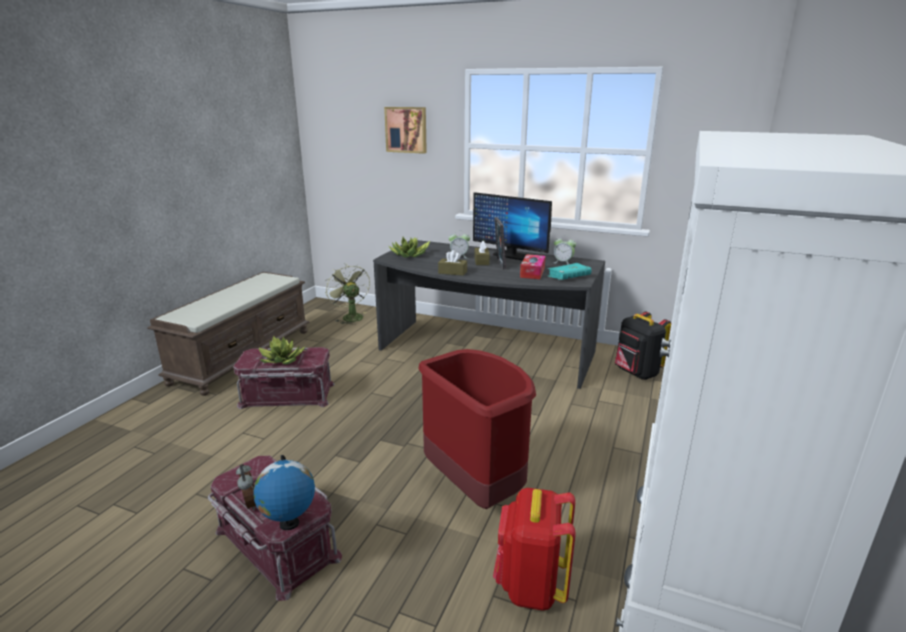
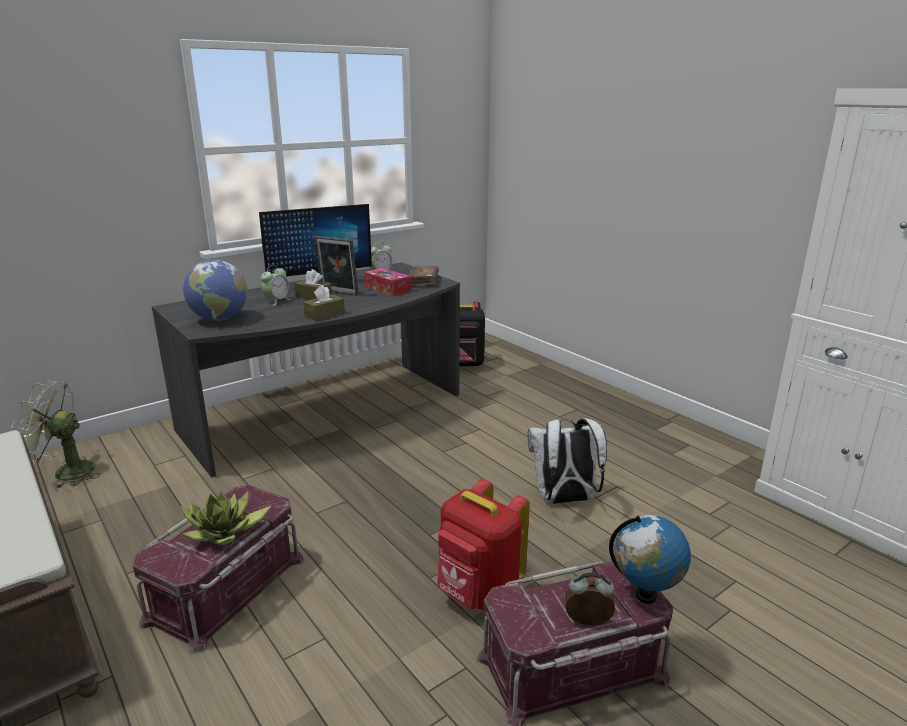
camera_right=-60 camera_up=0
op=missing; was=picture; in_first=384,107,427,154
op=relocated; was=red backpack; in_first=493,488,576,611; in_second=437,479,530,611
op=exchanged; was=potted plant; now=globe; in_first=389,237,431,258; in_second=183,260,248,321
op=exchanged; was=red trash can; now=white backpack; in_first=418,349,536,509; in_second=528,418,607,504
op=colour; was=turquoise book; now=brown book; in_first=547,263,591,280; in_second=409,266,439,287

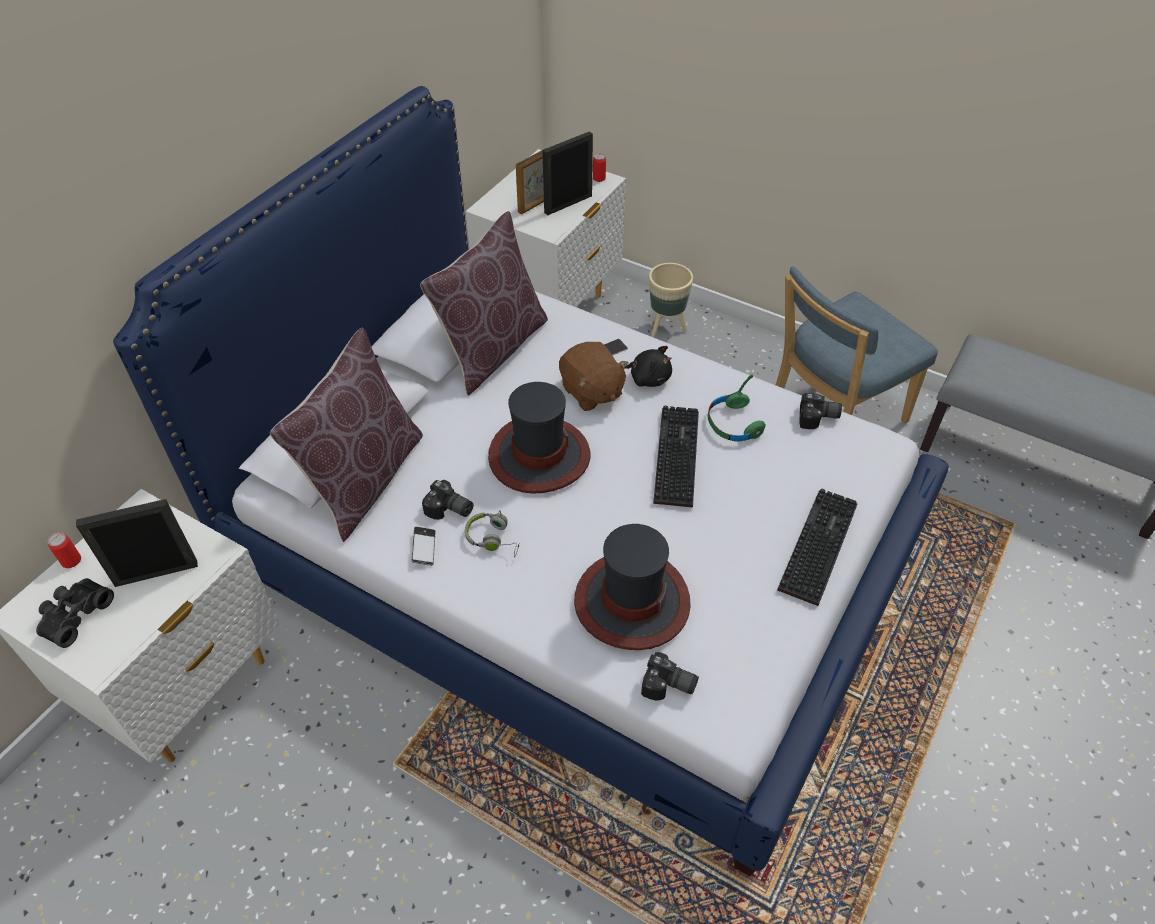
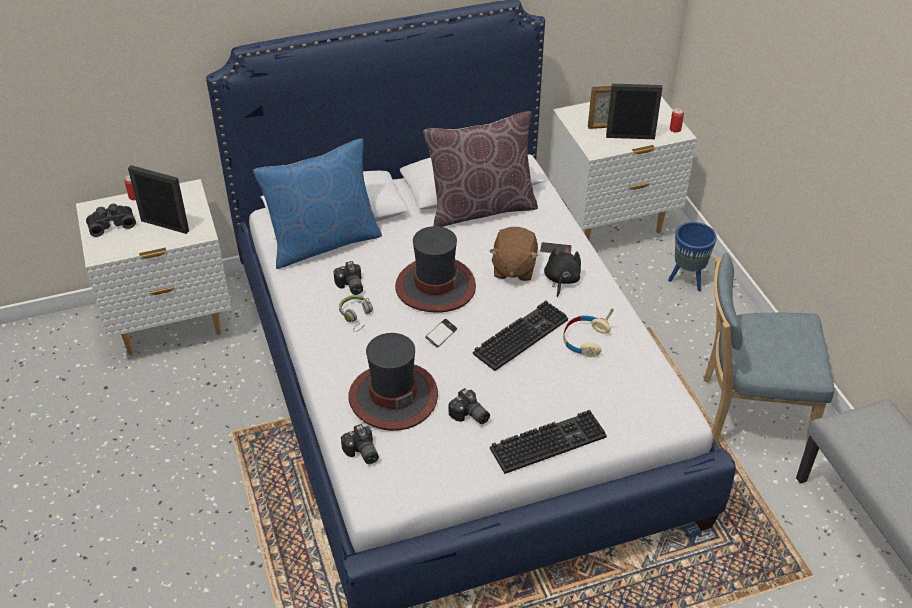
camera_right=40 camera_up=-5
op=relocated; was=phone; in_first=412,527,435,566; in_second=425,319,457,348
op=relocated; was=photo camera; in_first=799,393,842,429; in_second=449,388,490,424
op=colour; was=brown pillow; now=blue pillow; in_first=270,327,423,542; in_second=253,139,382,269
op=colour; was=beige planter; now=blue planter; in_first=649,263,693,337; in_second=668,222,717,291
op=colour; was=green headphones; now=beige headphones; in_first=708,375,766,441; in_second=563,308,614,357
op=spun; was=black plush toy; in_first=624,346,672,387; in_second=544,246,581,297; clockwise=-135

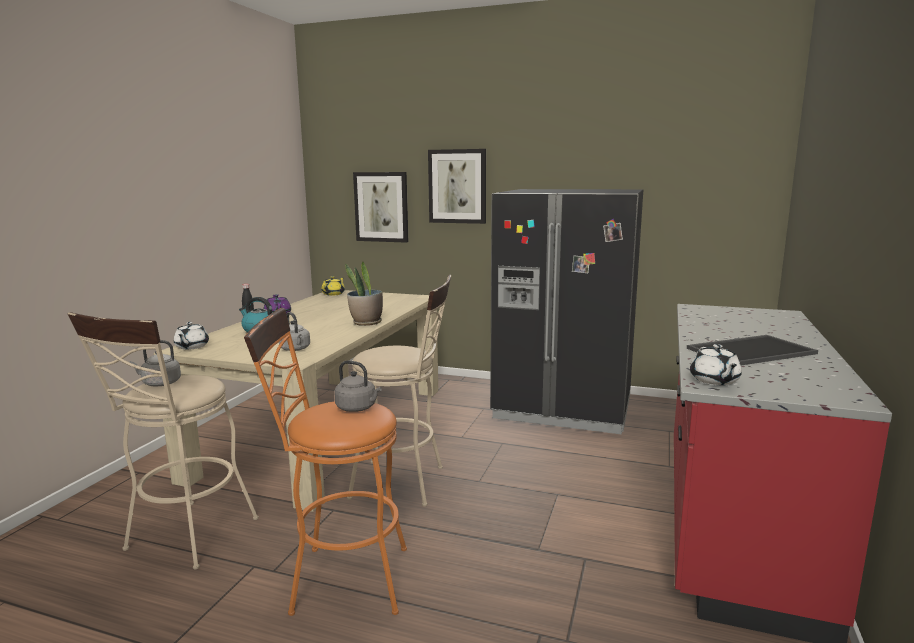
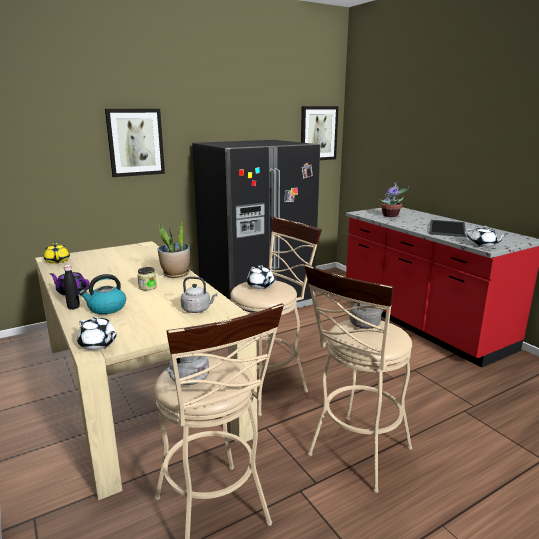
camera_right=-50 camera_up=5
op=appeared; now=jar; in_second=137,267,157,290
op=appeared; now=white teapot; in_second=247,265,274,289
op=appeared; now=potted plant; in_second=379,182,409,217
op=relocated; was=picture; in_first=353,172,408,243; in_second=301,106,339,160
op=colour; was=orange stool; now=beige stool; in_first=244,308,407,616; in_second=304,264,412,493

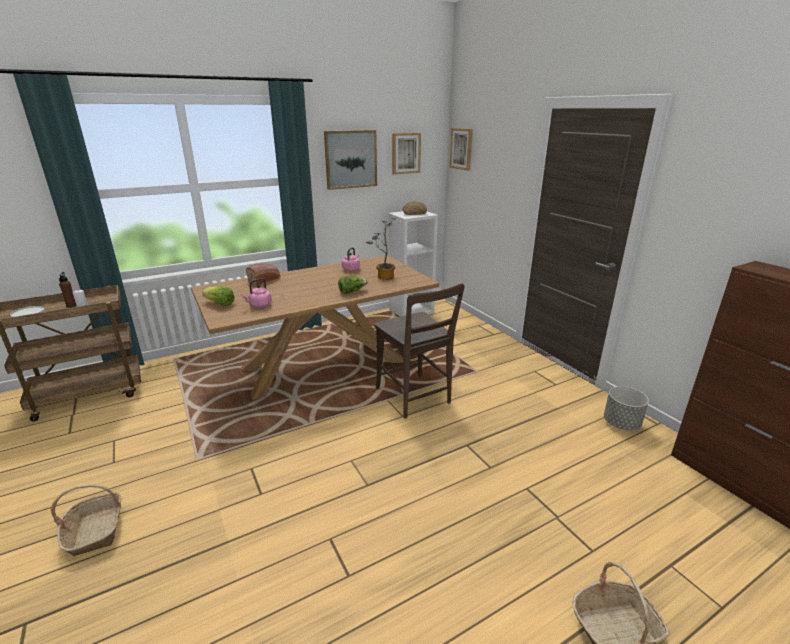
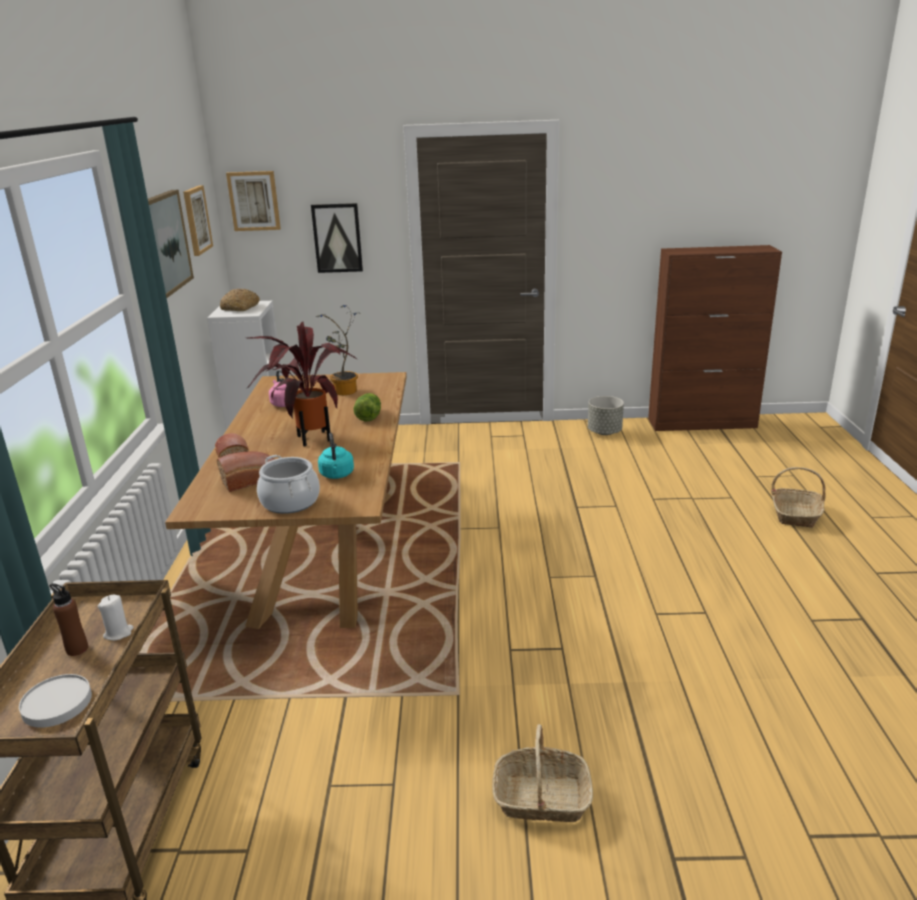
camera_right=-60 camera_up=0
op=missing; was=brown chair; in_first=374,284,465,419
op=appeared; now=bread; in_second=217,451,275,492
op=appeared; now=potted plant; in_second=247,322,358,446
op=appeared; now=picture; in_second=311,203,363,273
op=exchanged; was=lettuce; now=cooking pot; in_first=202,286,235,306; in_second=257,455,320,514
op=colour; was=pink kettle; now=turquoise kettle; in_first=241,278,272,308; in_second=318,433,354,479

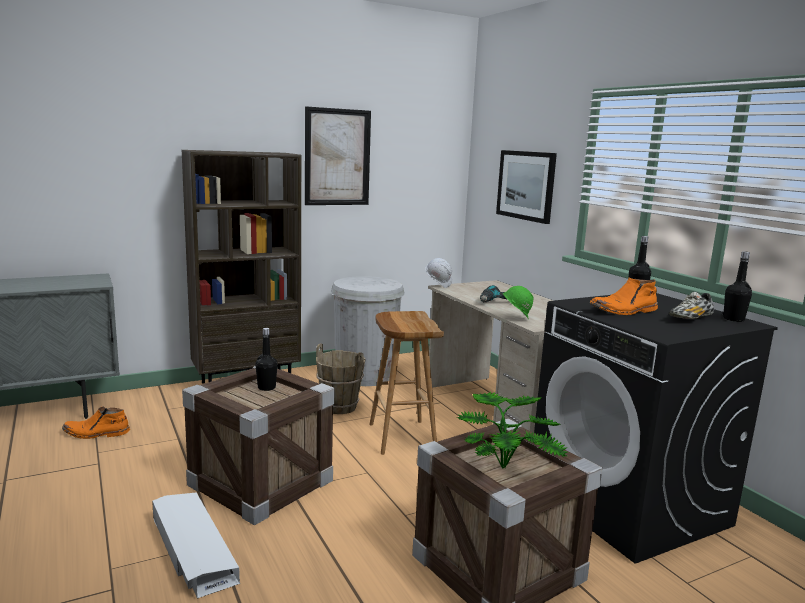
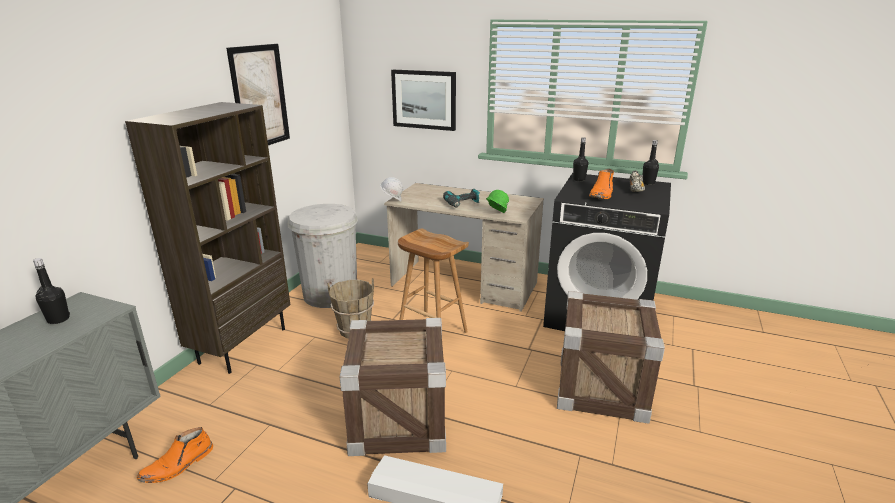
camera_right=-40 camera_up=10
op=missing; was=potted plant; in_first=457,392,568,469
op=relocated; was=black bottle; in_first=255,328,278,391; in_second=33,258,70,324

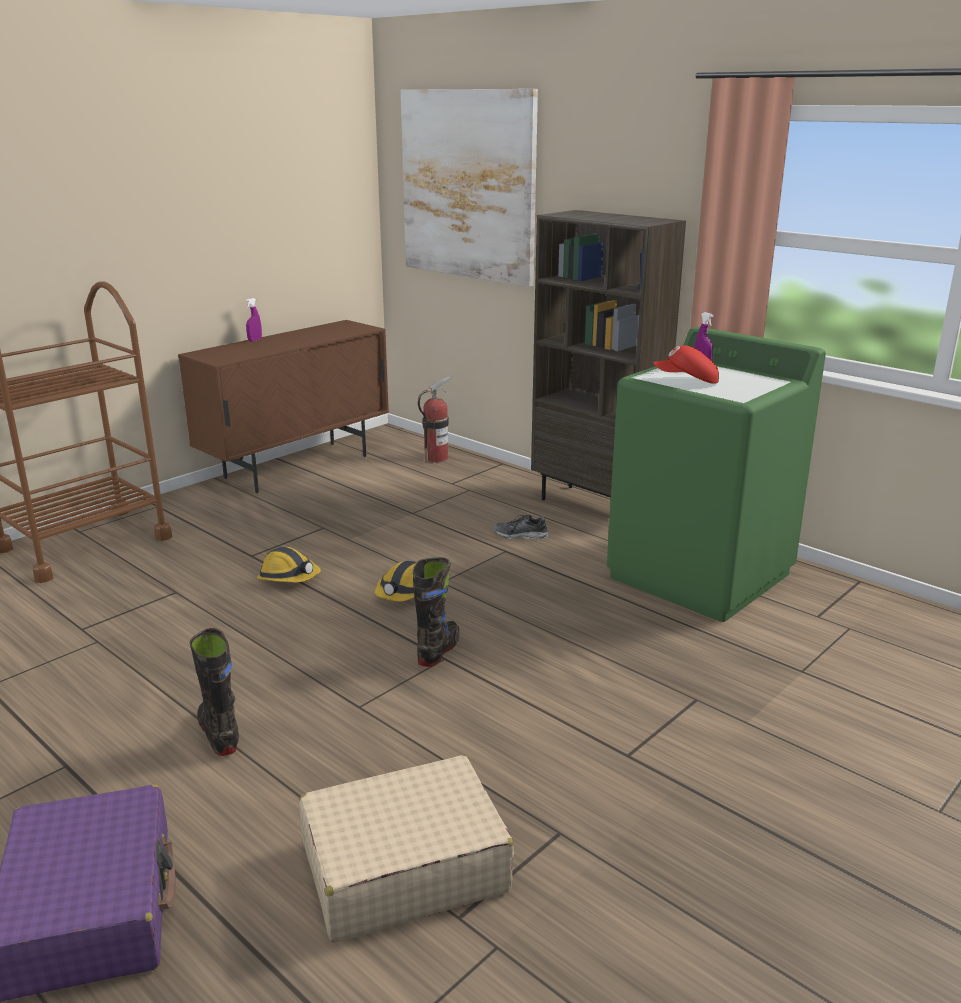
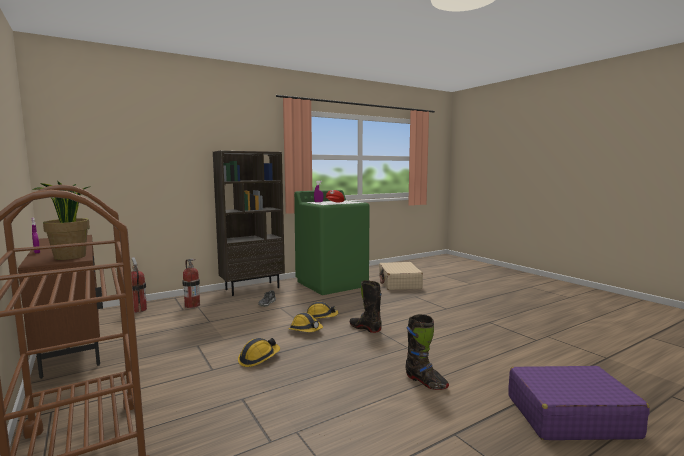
camera_right=-75 camera_up=-15
op=missing; was=picture; in_first=401,89,538,287
op=appeared; now=potted plant; in_second=32,181,91,260
op=appeared; now=fire extinguisher; in_second=182,259,200,308
op=appeared; now=hard hat; in_second=307,302,339,319
op=relocated; was=beige suitcase; in_first=299,755,514,943; in_second=379,262,423,290
op=spun; was=black boot; in_first=189,628,239,756; in_second=405,314,449,390; clockwise=-120

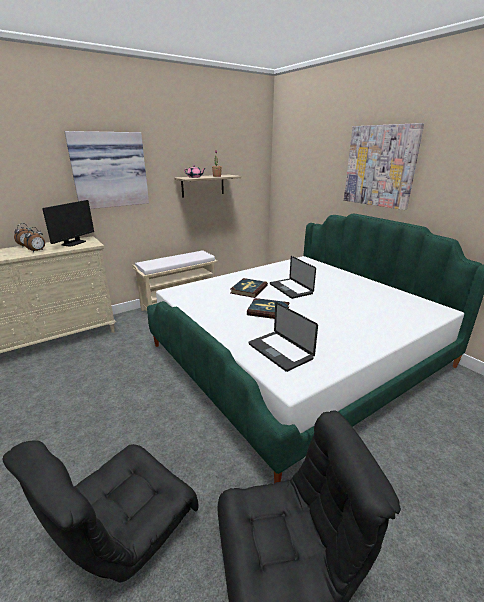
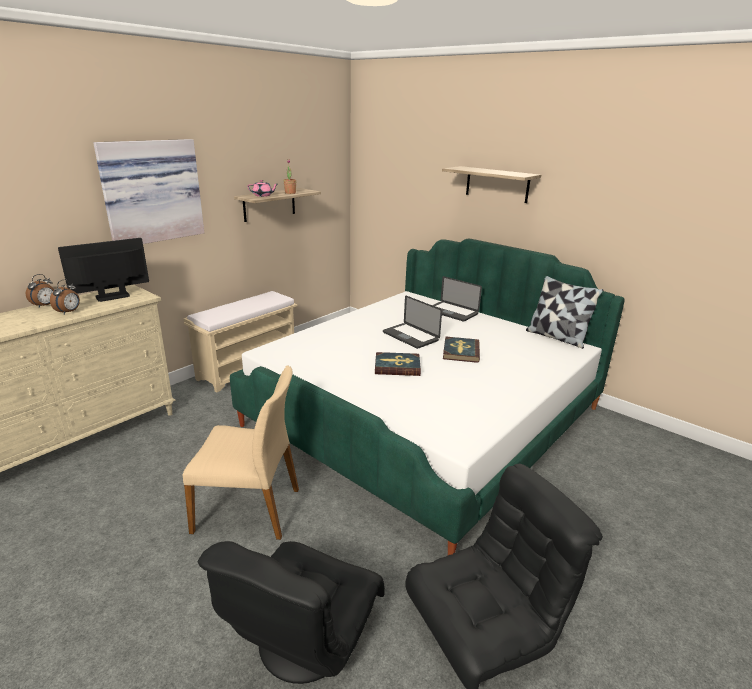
camera_right=-15 camera_up=0
op=appeared; now=beige chair; in_second=183,366,299,540
op=appeared; now=pillow; in_second=526,276,603,349
op=relocated; was=book; in_first=231,278,268,298; in_second=443,337,480,363
op=relocated; was=laptop; in_first=249,302,318,372; in_second=432,276,482,322
op=exchanged; was=picture; now=shelf; in_first=344,123,424,210; in_second=442,166,541,203
op=spun; was=monitor; in_first=42,200,94,247; in_second=58,238,149,302; clockwise=-135

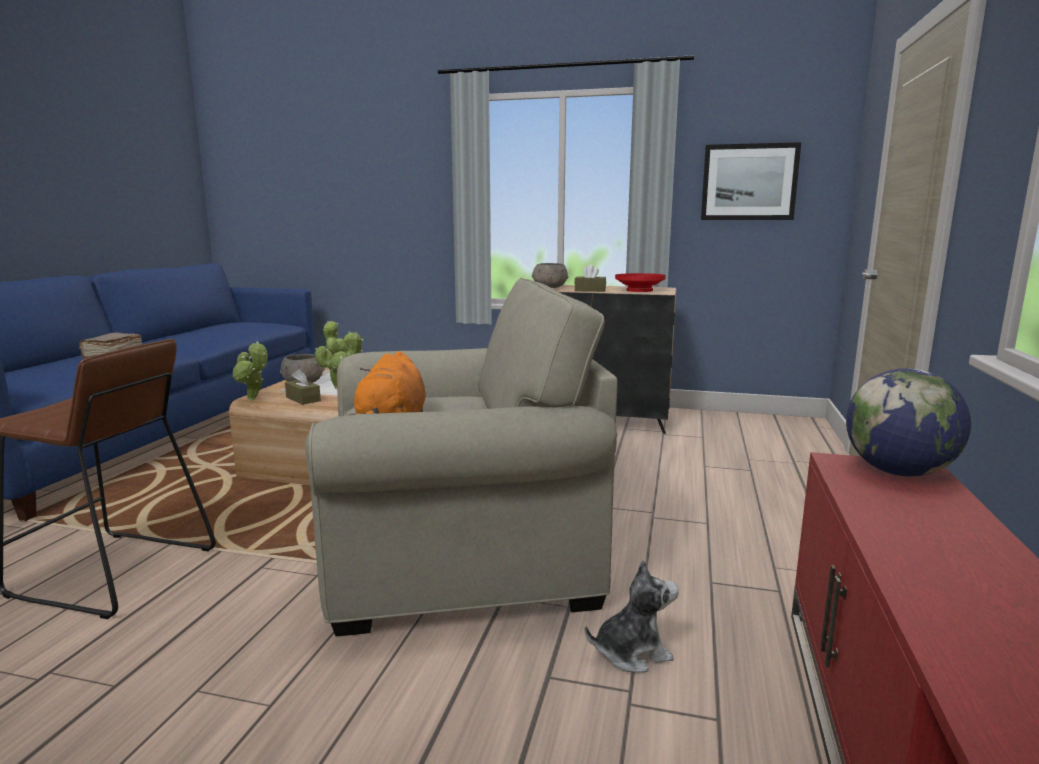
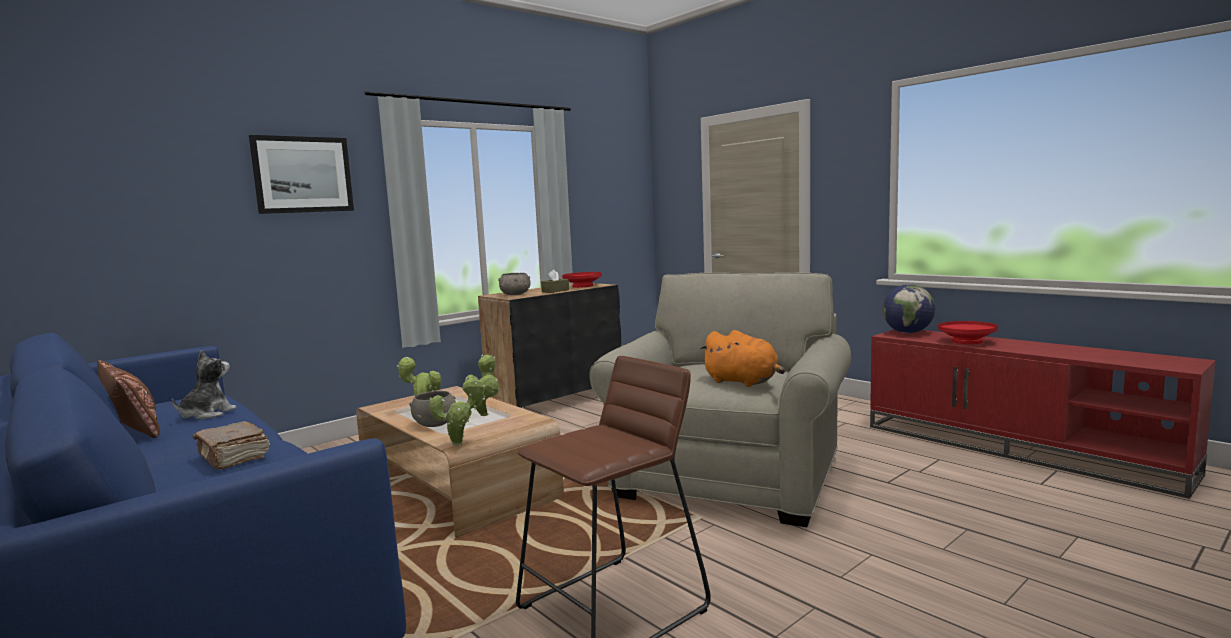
camera_right=-55 camera_up=-5
op=missing; was=brown tissue box; in_first=285,369,321,405
op=appeared; now=brown pillow; in_second=97,360,160,438
op=appeared; now=red bowl; in_second=938,321,998,344
op=relocated; was=plush toy; in_first=585,560,679,673; in_second=172,350,237,420
op=relocated; was=picture; in_first=701,142,801,220; in_second=249,135,354,214

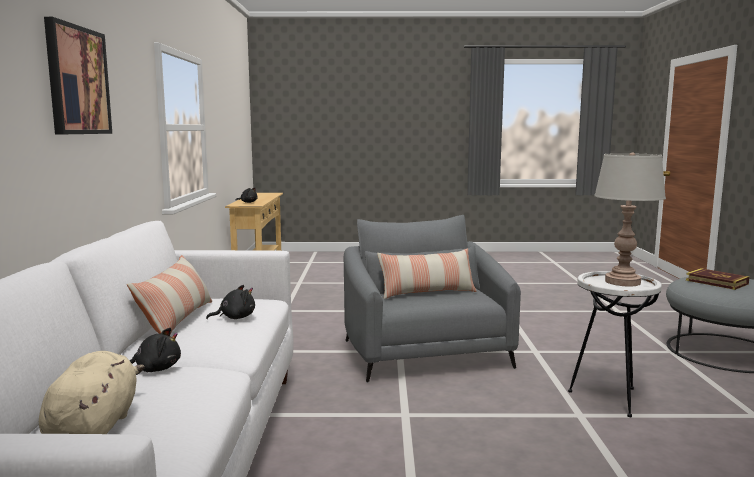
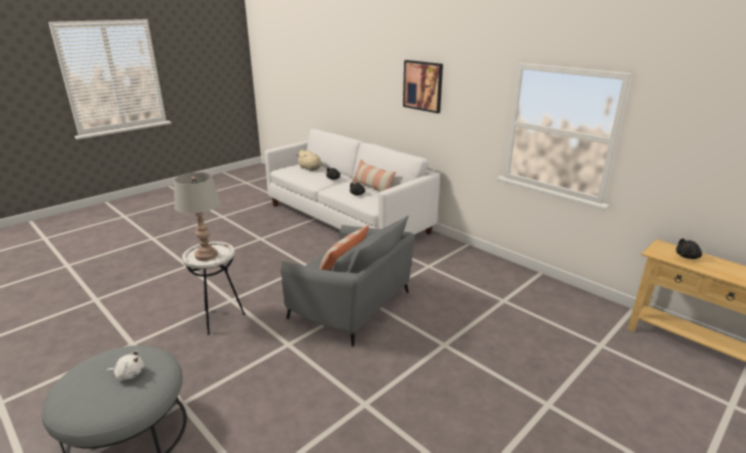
camera_right=135 camera_up=15
op=exchanged; was=book; now=white plush toy; in_first=686,268,750,290; in_second=107,351,144,381

